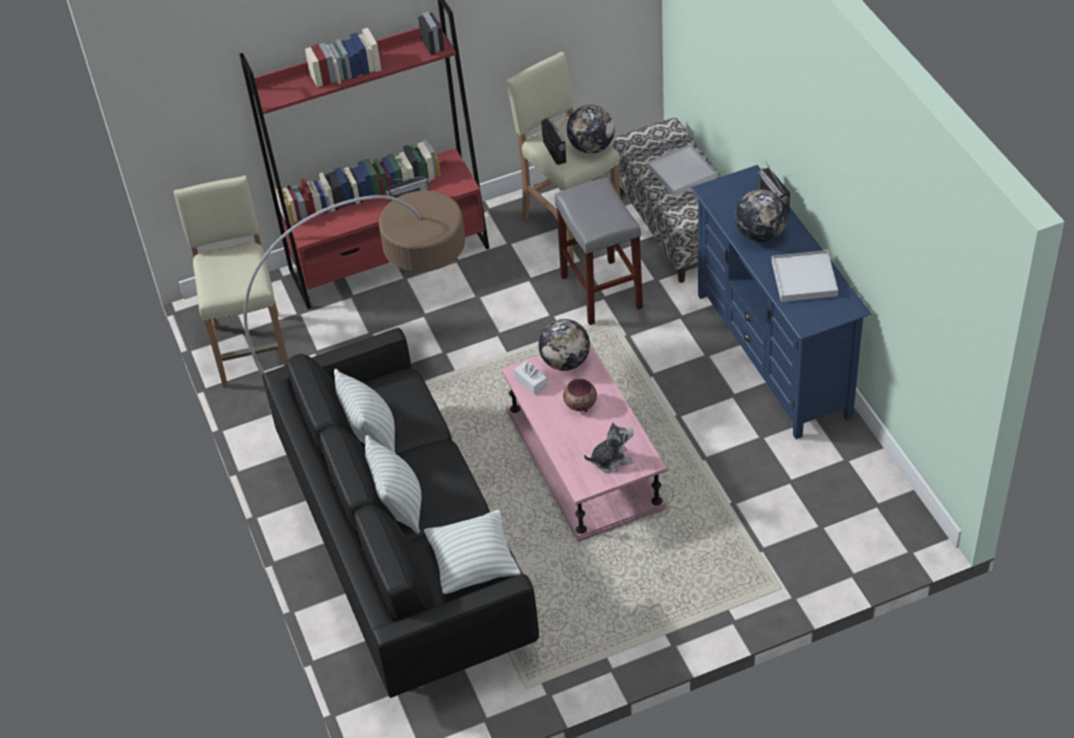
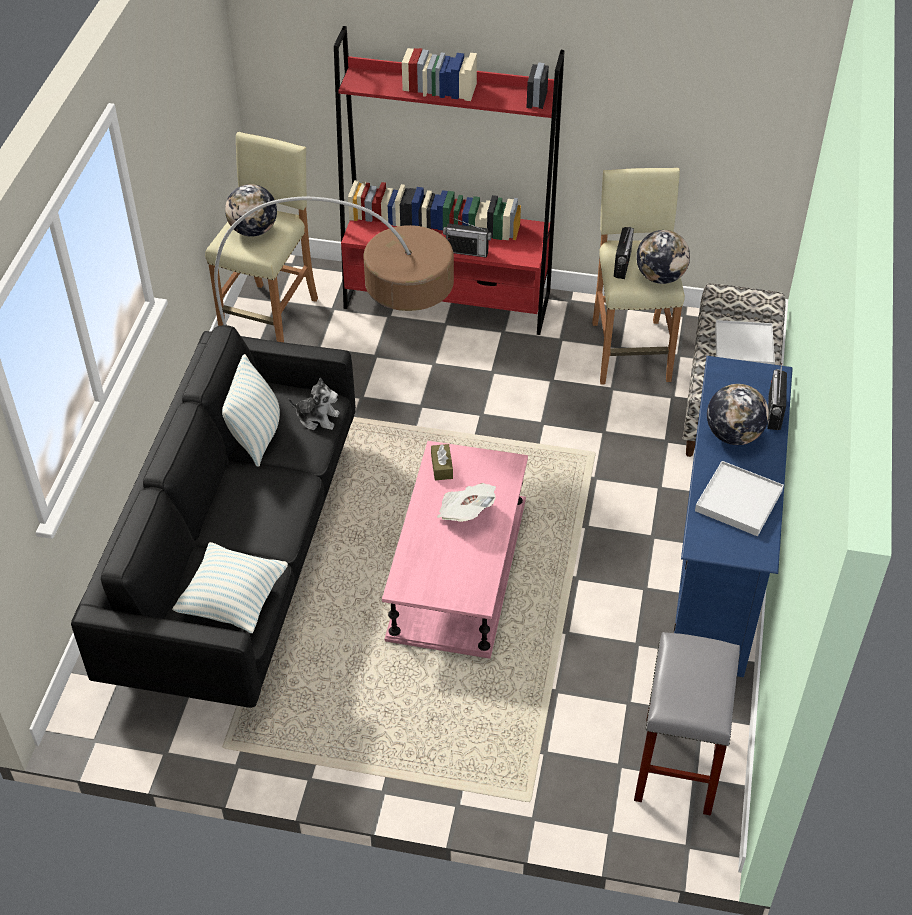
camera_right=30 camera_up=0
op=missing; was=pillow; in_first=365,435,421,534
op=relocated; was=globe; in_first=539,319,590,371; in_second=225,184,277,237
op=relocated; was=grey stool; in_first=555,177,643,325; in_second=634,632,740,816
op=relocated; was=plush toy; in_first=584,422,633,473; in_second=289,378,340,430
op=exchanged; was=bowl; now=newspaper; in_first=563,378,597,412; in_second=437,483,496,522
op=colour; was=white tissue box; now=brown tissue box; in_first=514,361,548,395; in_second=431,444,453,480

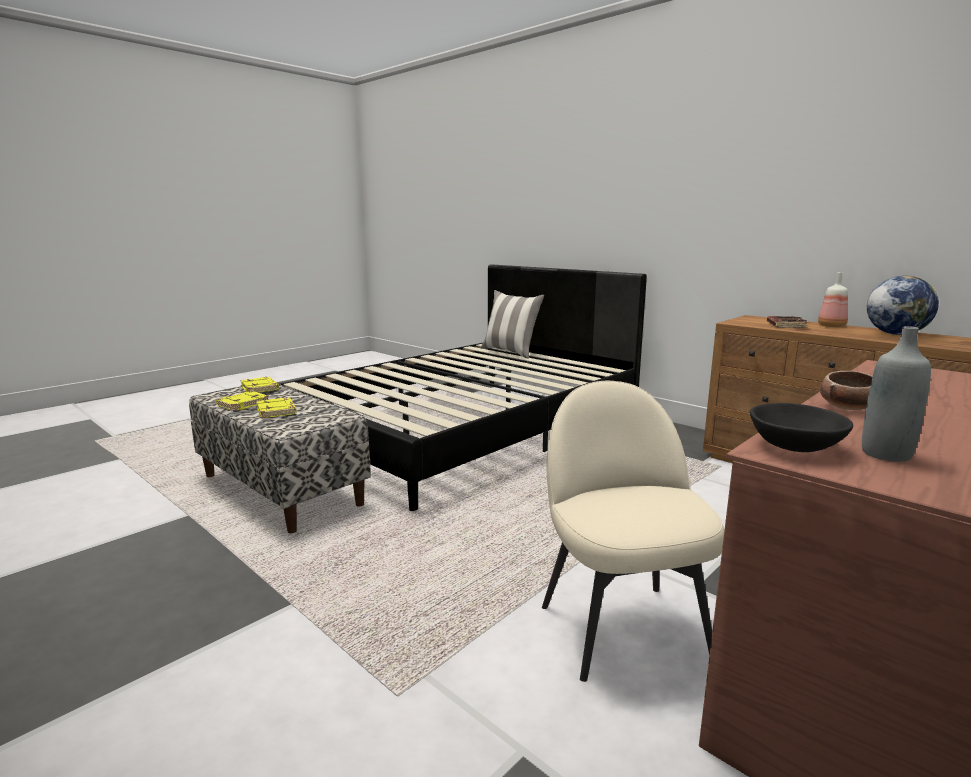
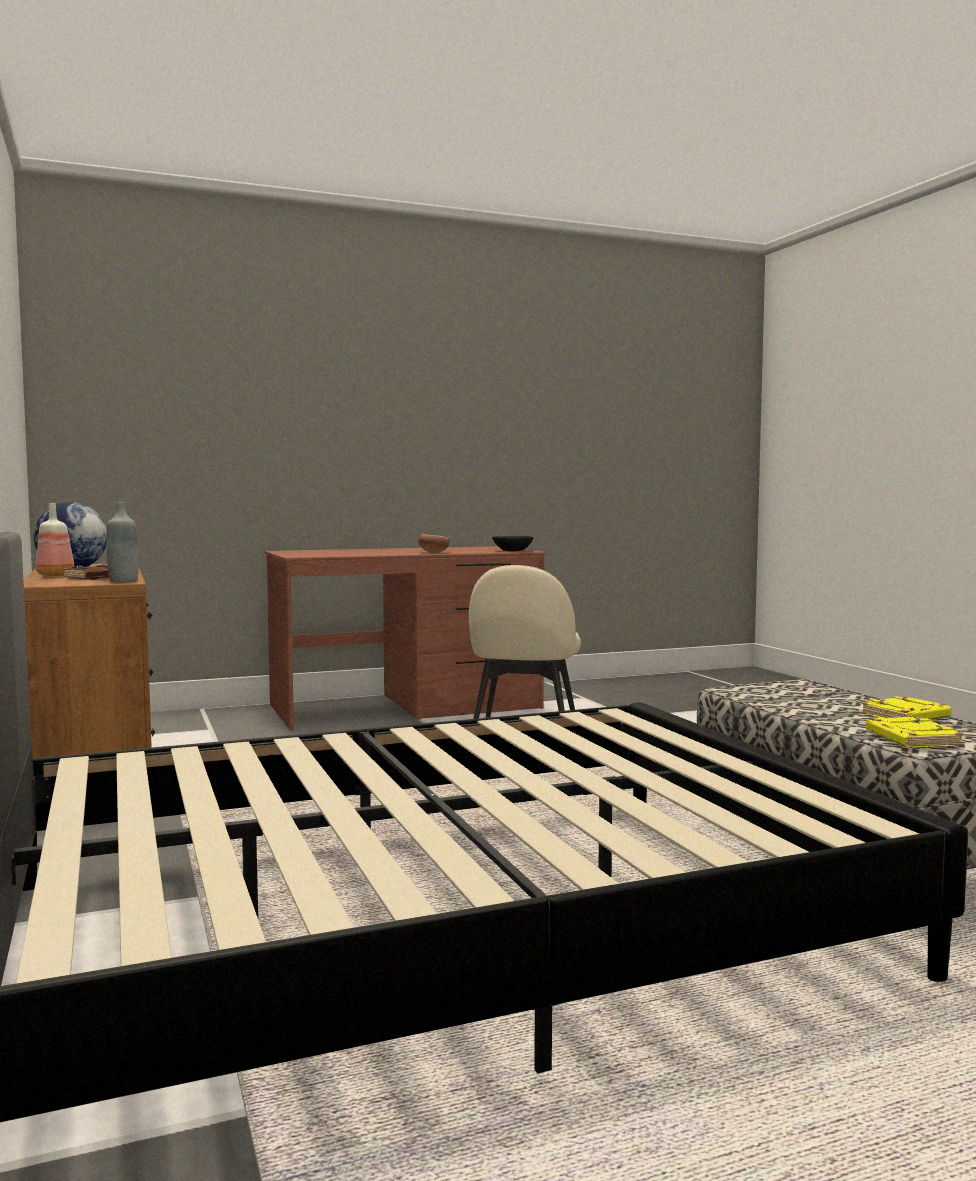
camera_right=-155 camera_up=-10
op=missing; was=yellow book; in_first=257,397,296,418
op=missing; was=pillow; in_first=480,290,544,359
op=relocated; was=grey bottle; in_first=862,326,931,462; in_second=107,502,139,583

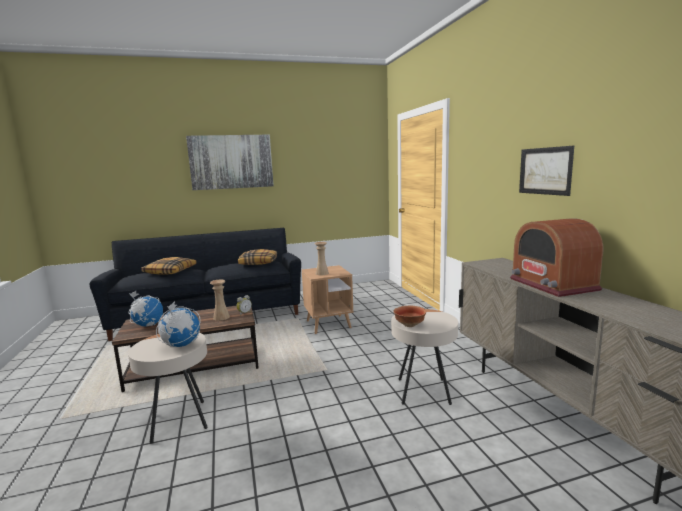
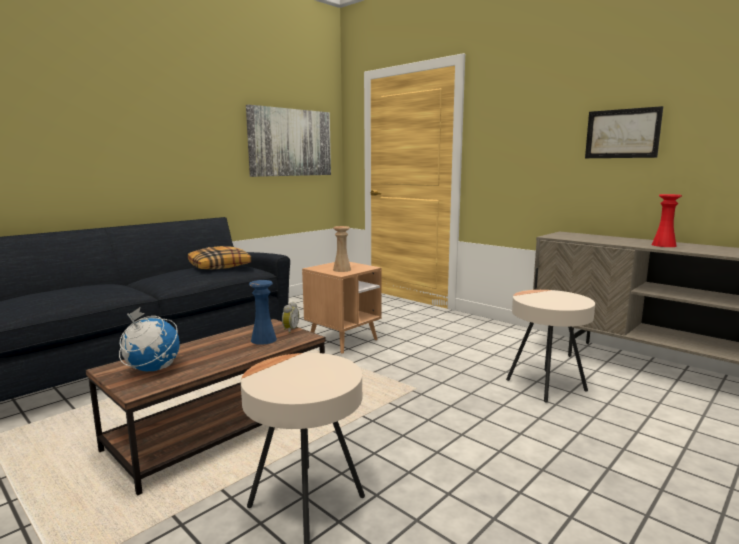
camera_right=-30 camera_up=0
op=missing; was=pillow; in_first=141,257,197,275
op=missing; was=globe; in_first=156,301,200,347
op=missing; was=bowl; in_first=394,306,426,327
op=relocated; was=picture; in_first=186,135,274,190; in_second=246,104,331,177
op=exchanged; was=radio; now=red vase; in_first=510,218,603,297; in_second=652,194,682,247
op=colour; was=beige vase; now=blue vase; in_first=210,280,230,321; in_second=249,280,277,345

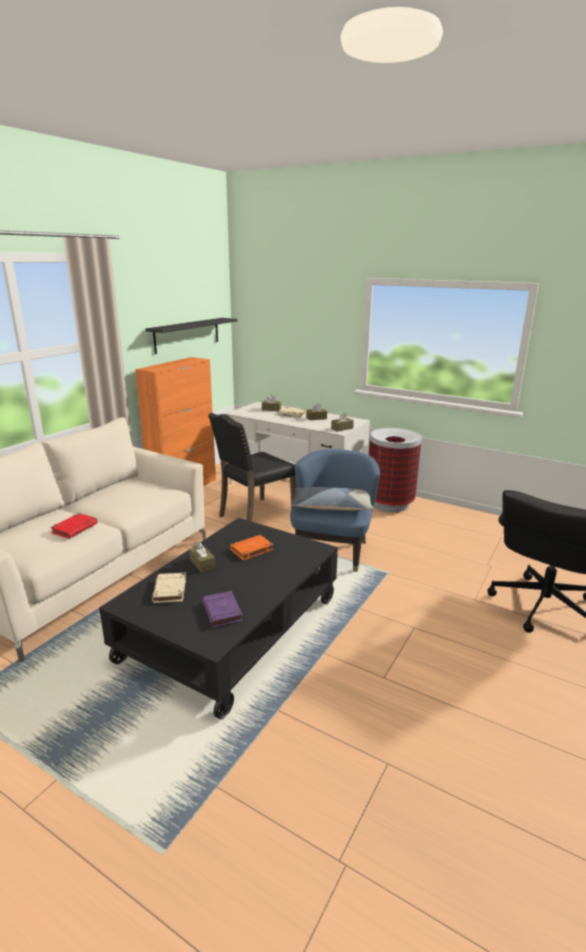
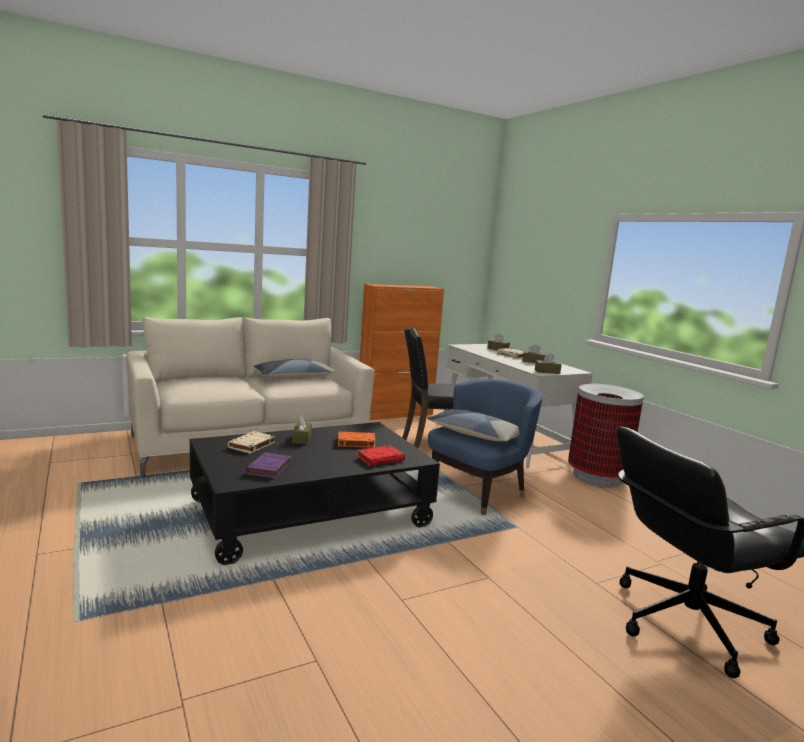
camera_right=30 camera_up=-10
op=missing; was=black shelf; in_first=145,318,237,354
op=appeared; now=pillow; in_second=254,359,336,379
op=relocated; was=red book; in_first=50,513,98,539; in_second=357,445,405,466

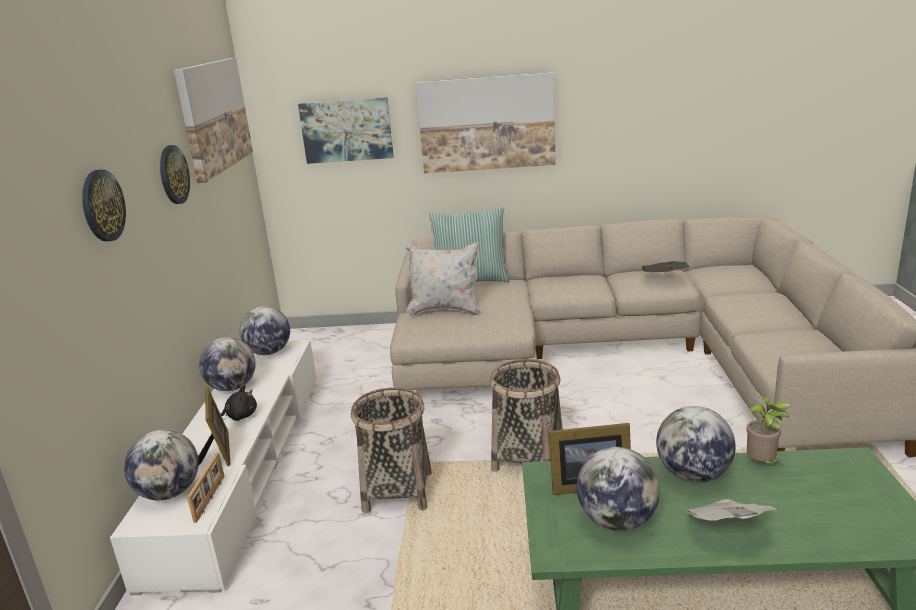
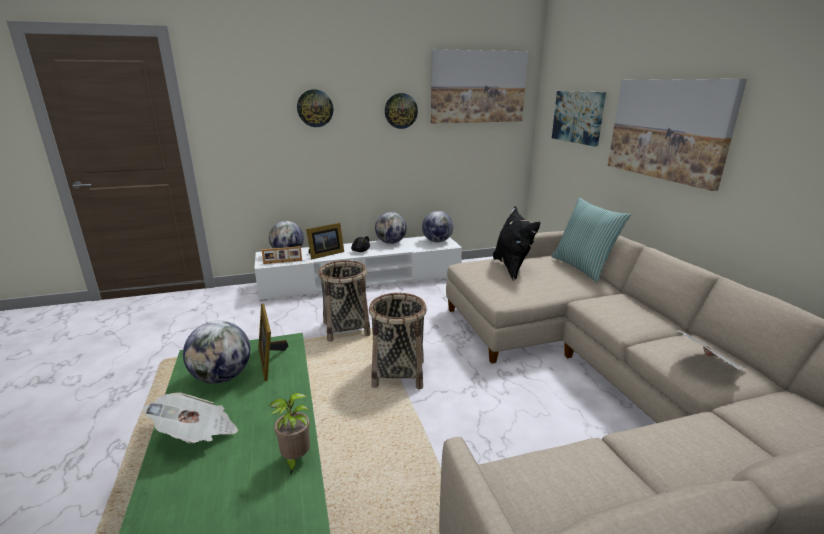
camera_right=70 camera_up=0
op=missing; was=globe; in_first=656,406,736,483
op=colour; was=white pillow; now=black pillow; in_first=405,242,481,316; in_second=493,206,541,281

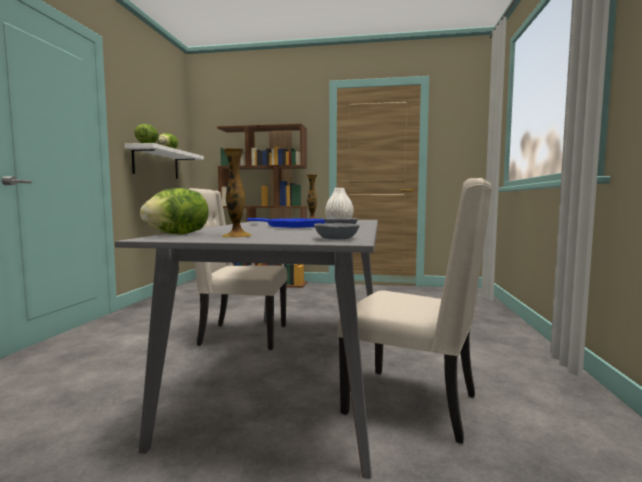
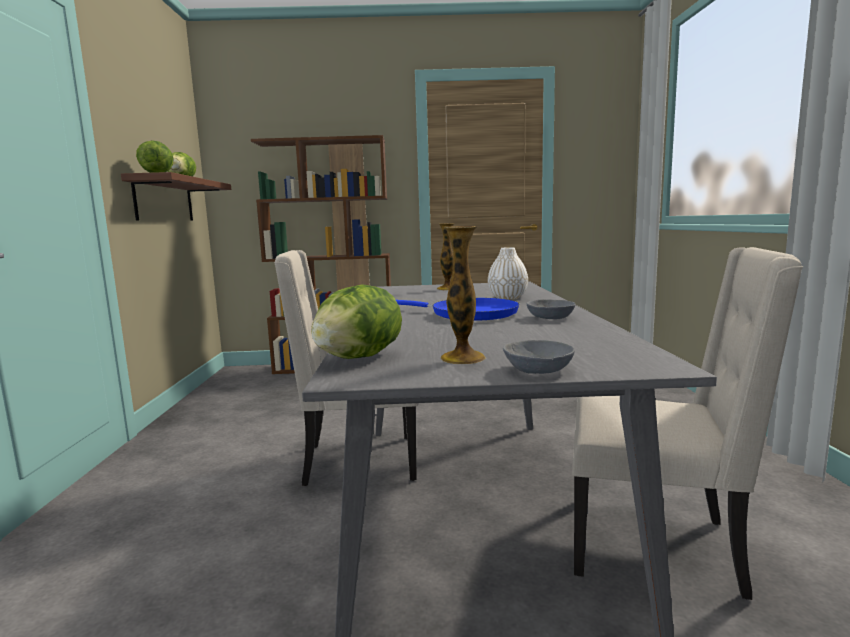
camera_right=-10 camera_up=5
op=relocated; was=grey bowl; in_first=314,223,359,239; in_second=503,340,575,374
op=colour; was=white shelf; now=brown shelf; in_first=124,143,204,179; in_second=121,172,231,221

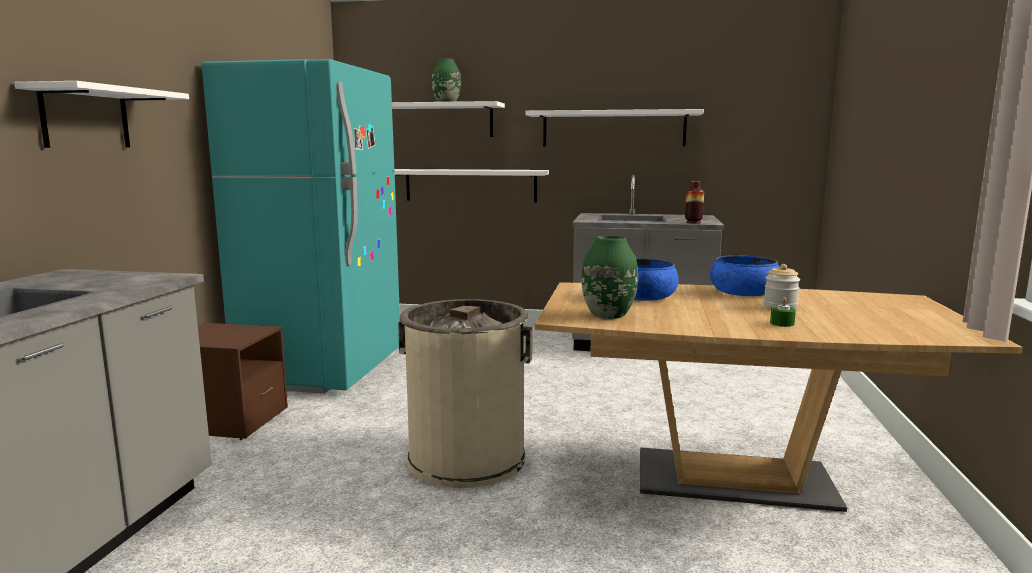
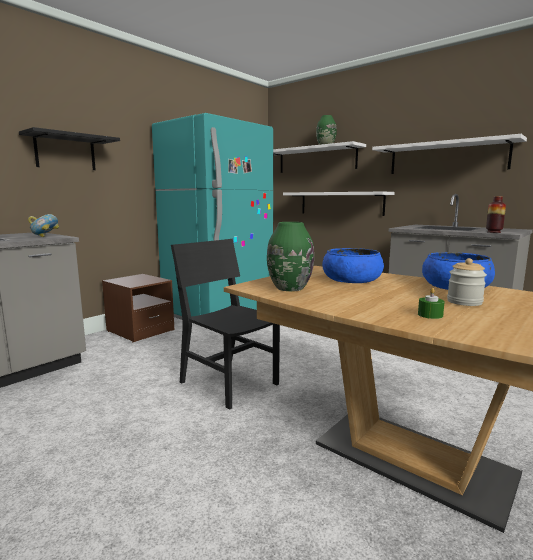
camera_right=30 camera_up=0
op=appeared; now=bowl; in_second=28,214,59,237
op=exchanged; was=beige trash can; now=black chair; in_first=398,299,533,488; in_second=171,239,280,410
op=colour; was=white shelf; now=black shelf; in_first=15,81,189,148; in_second=19,127,120,170

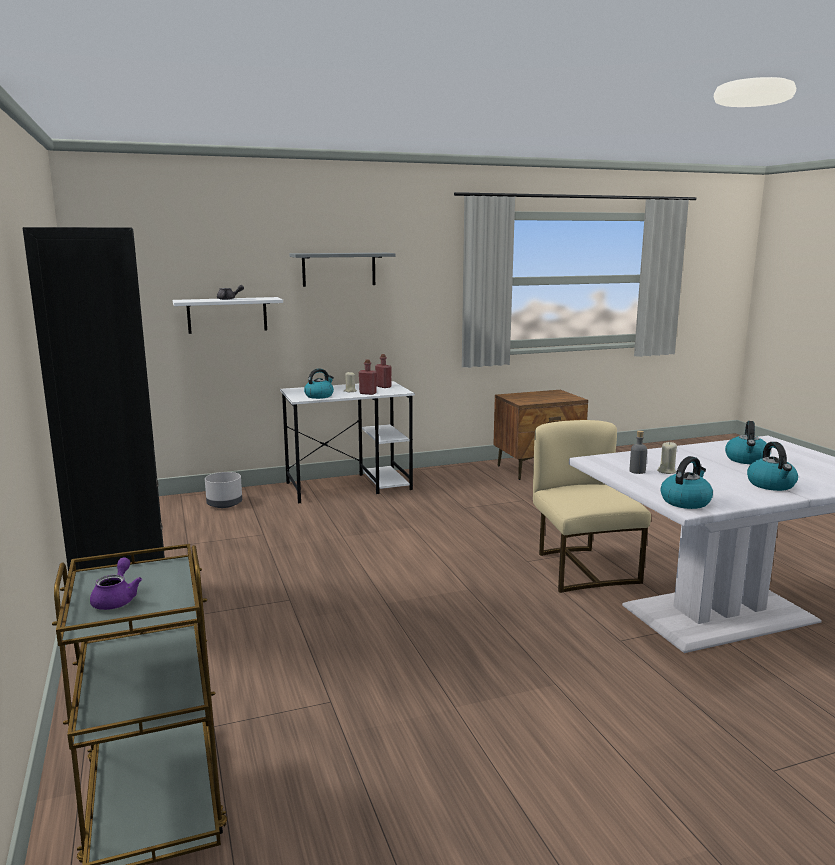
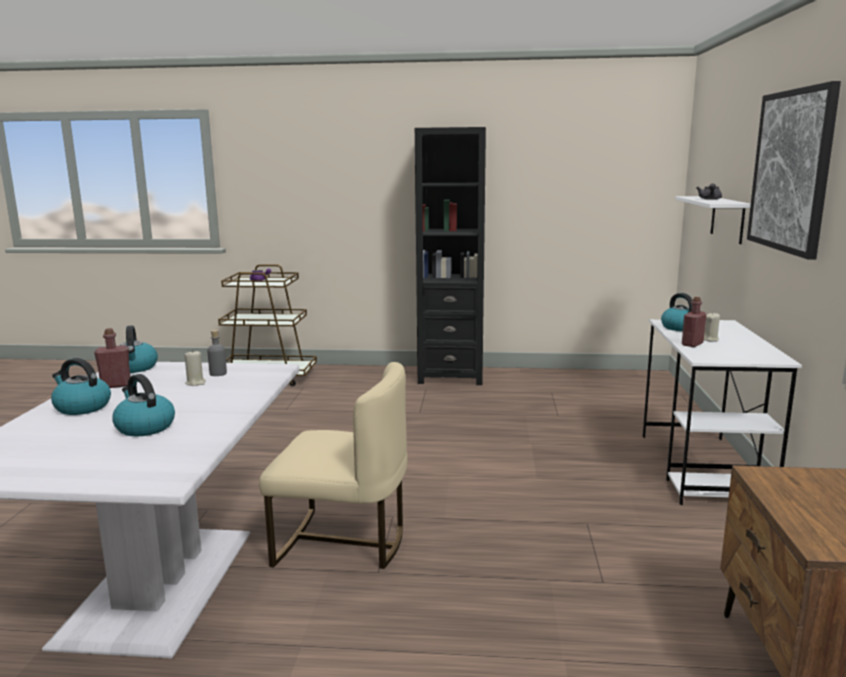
camera_right=115 camera_up=0
op=missing; was=grey planter; in_first=205,472,242,508
op=relocated; was=red bottle; in_first=375,354,391,388; in_second=94,328,131,388
op=exchanged; was=grey shelf; now=picture; in_first=289,253,395,287; in_second=747,81,841,260

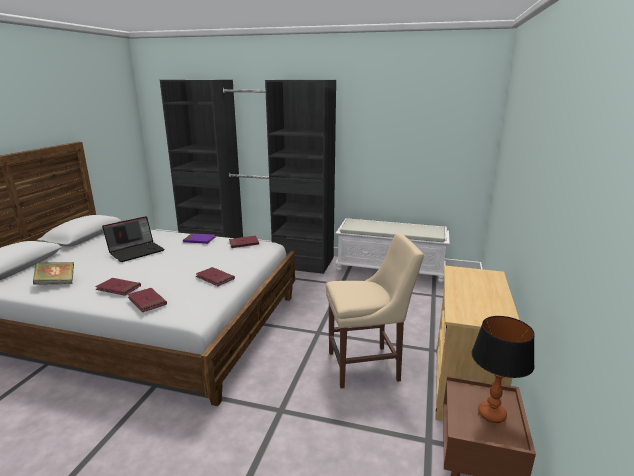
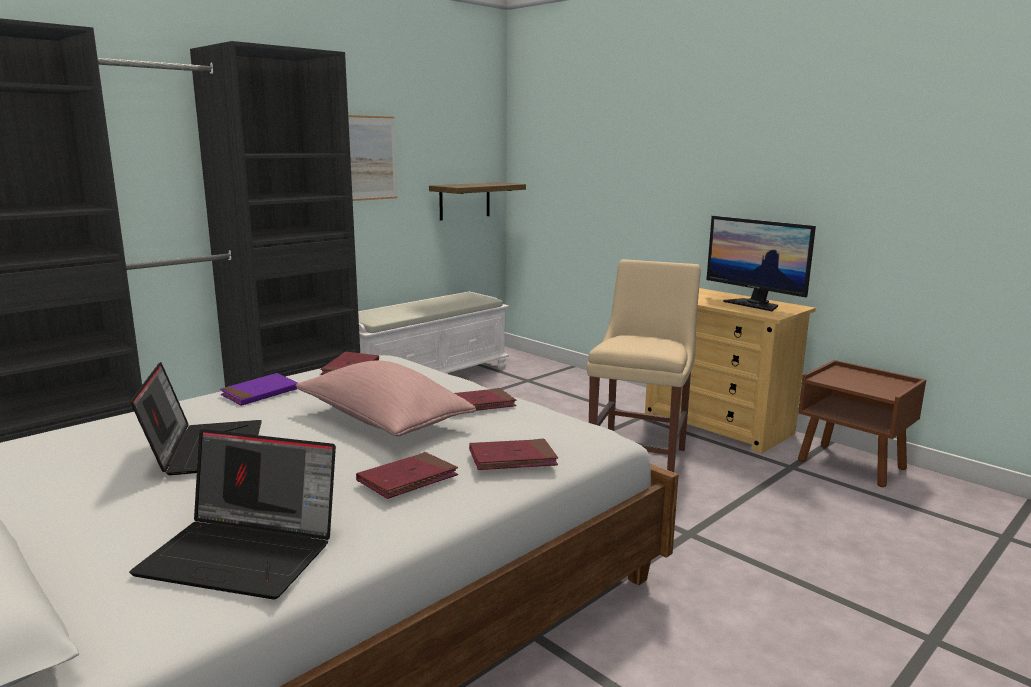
camera_right=-60 camera_up=-5
op=missing; was=table lamp; in_first=472,316,535,423
op=appeared; now=pink pillow; in_second=296,360,476,436
op=appeared; now=picture; in_second=348,115,397,201
op=appeared; now=shelf; in_second=429,182,526,221
op=appeared; now=monitor; in_second=706,216,816,311
op=exchanged; was=book; now=laptop; in_first=33,262,74,285; in_second=129,429,336,600

